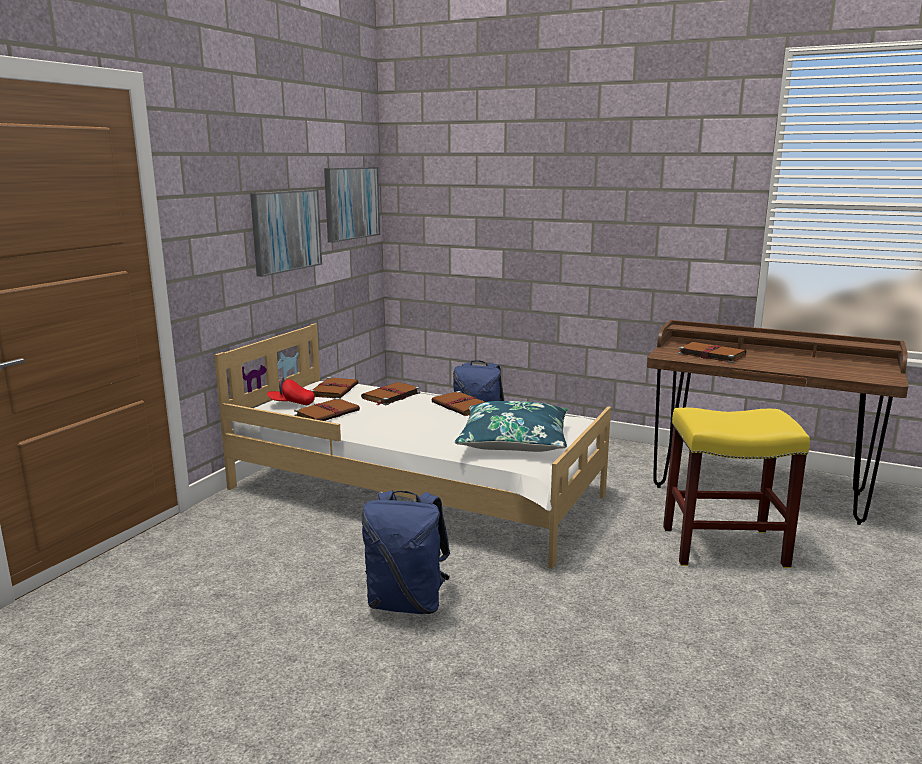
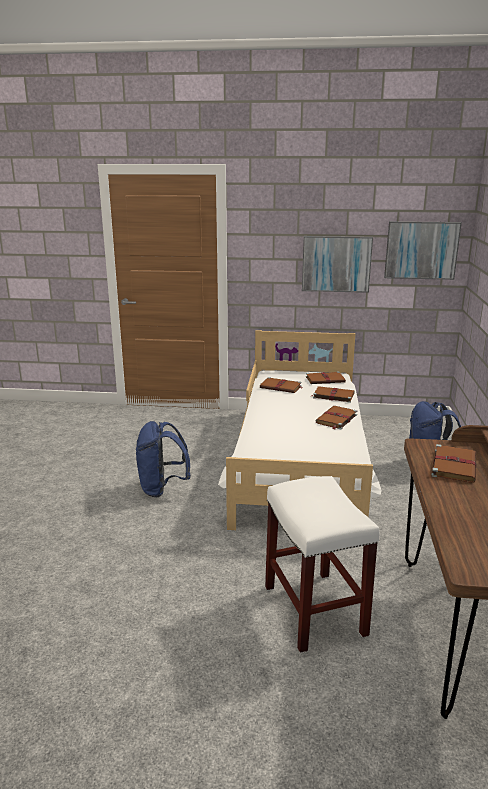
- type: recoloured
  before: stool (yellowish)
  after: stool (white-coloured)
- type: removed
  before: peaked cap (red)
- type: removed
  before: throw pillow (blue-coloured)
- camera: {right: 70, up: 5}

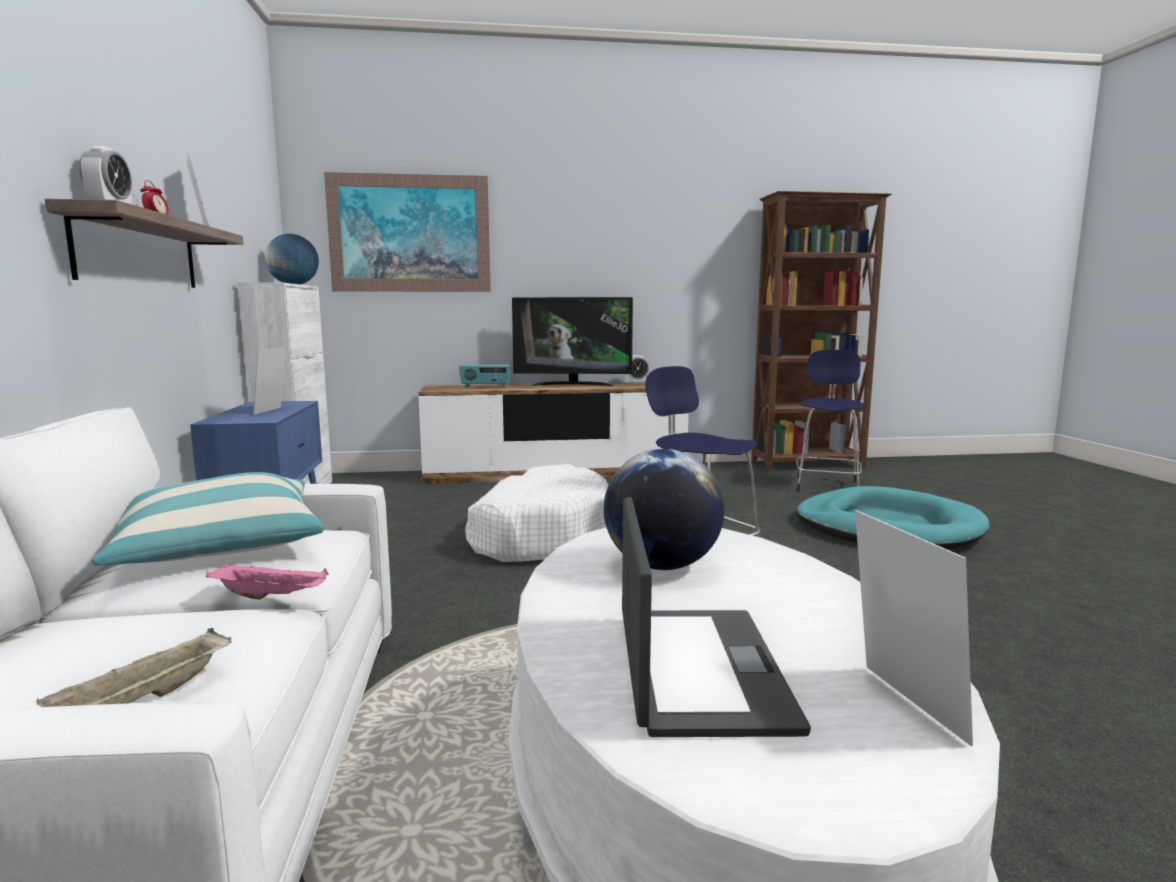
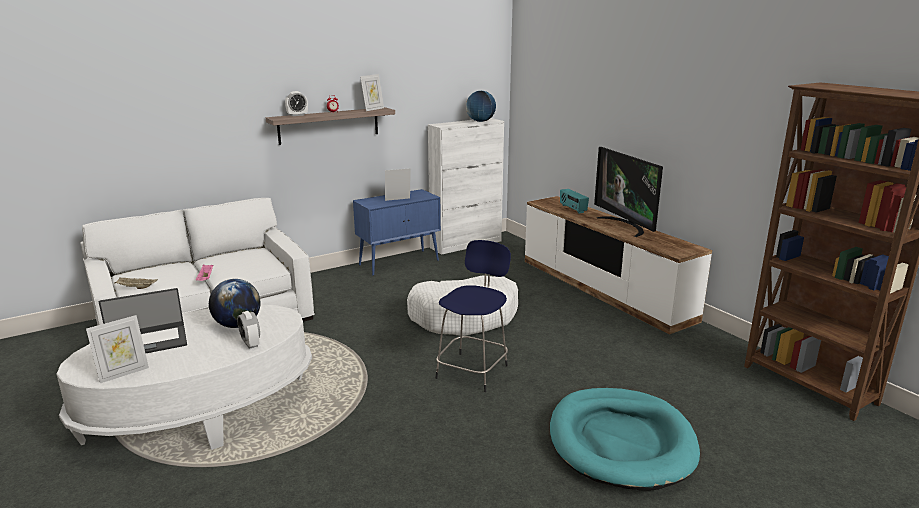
- type: moved
  before: table clock (3rd from left in the first image)
  after: table clock (1st from left)
- type: removed
  before: throw pillow
- type: removed
  before: picture
- type: removed
  before: stool (blue-coloured) (2nd from left)
- camera: {right: 65, up: 10}

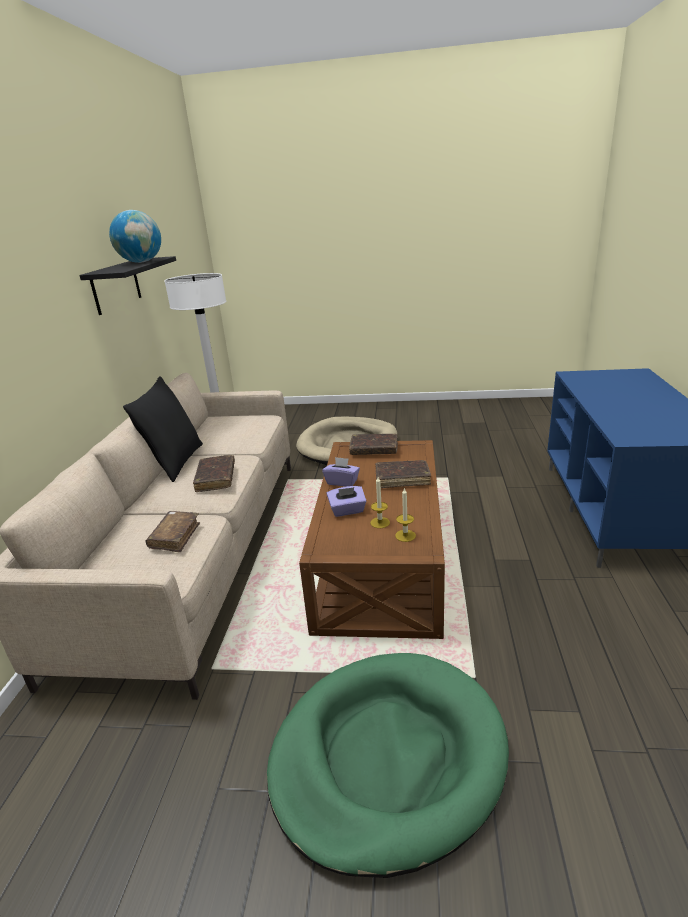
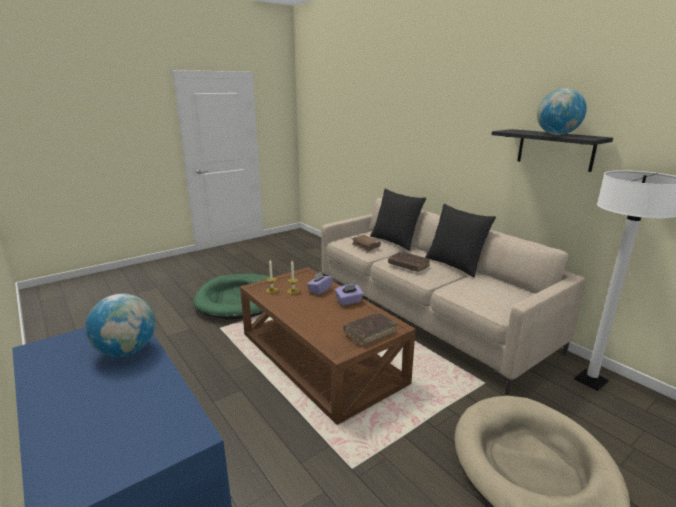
- type: added
  after: desk globe (1st from left)
- type: added
  after: throw pillow (black-coloured) (1st from left)
- type: removed
  before: book (brownish) (4th from left)
- camera: {right: 135, up: -5}

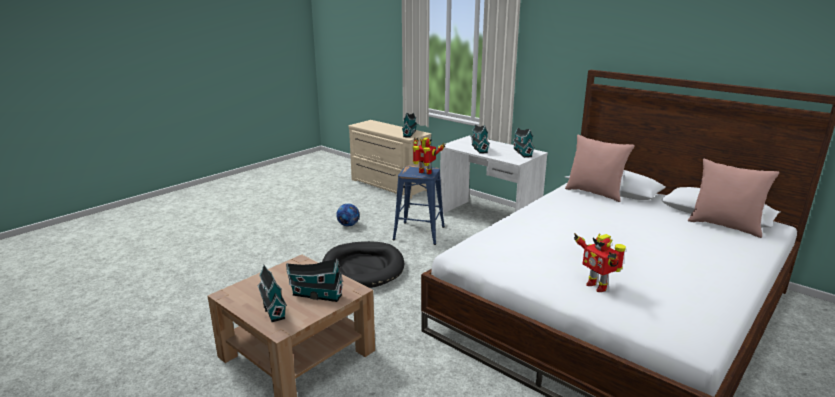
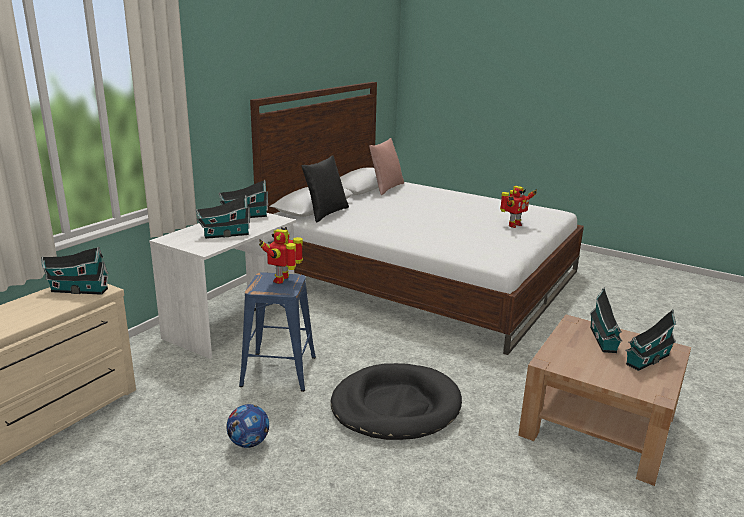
- type: recoloured
  before: throw pillow (pink-coloured) (1st from left)
  after: throw pillow (black-coloured)
- camera: {right: -100, up: 0}

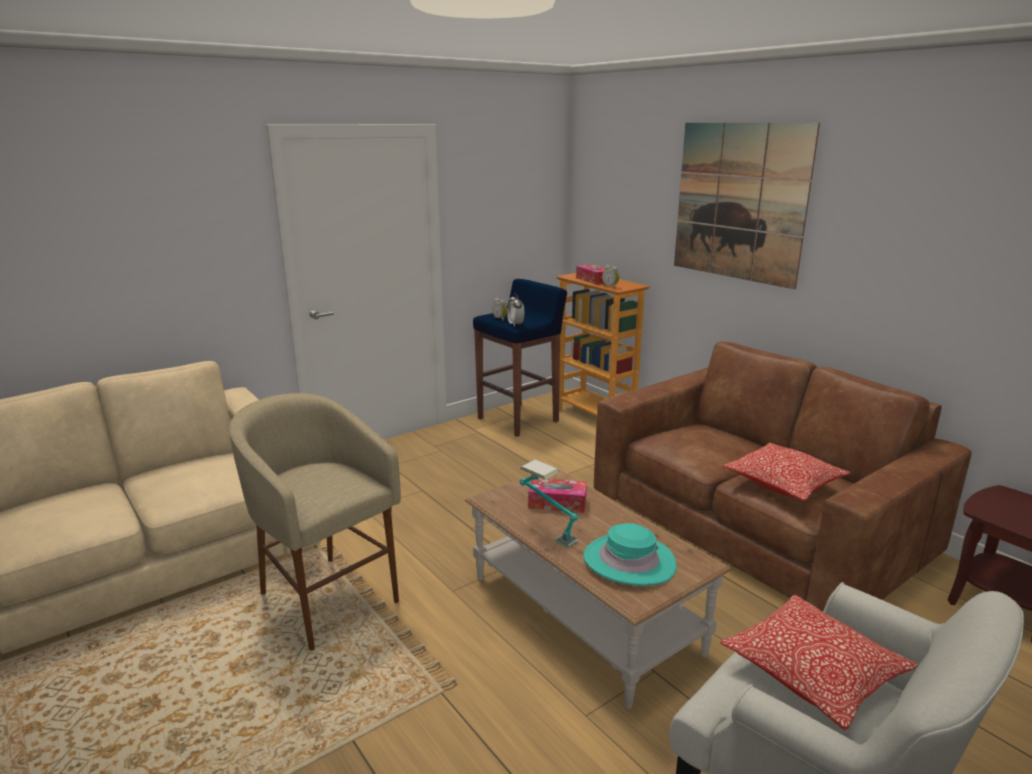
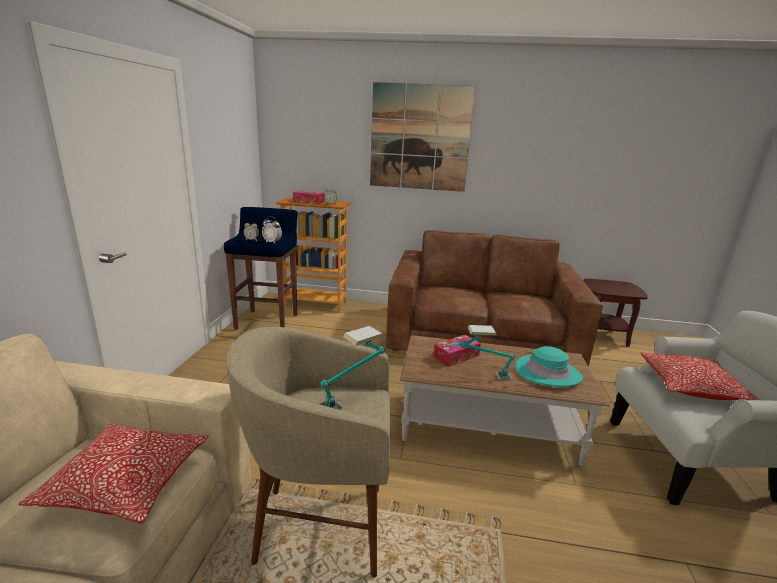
- type: moved
  before: throw pillow (1st from left)
- type: added
  after: lamp for a table (1st from left)
- camera: {right: -45, up: 0}

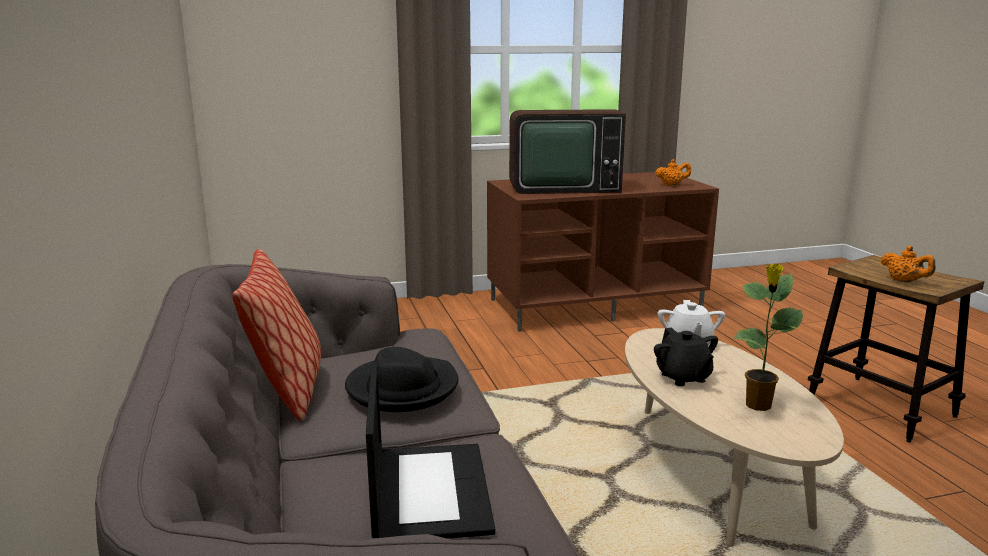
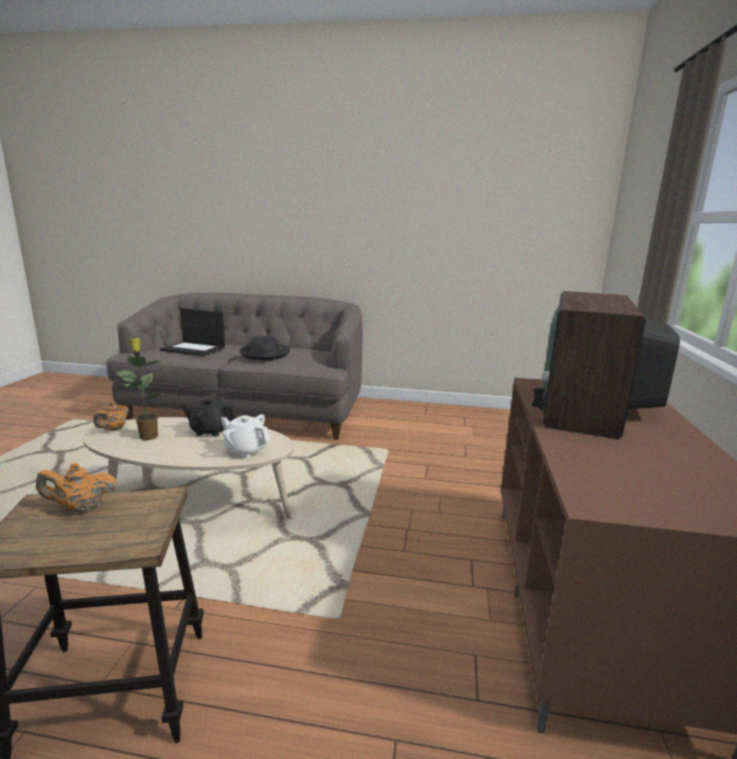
- type: moved
  before: tea pot (orangey) (1st from left in the first image)
  after: tea pot (orangey) (2nd from left)
- type: removed
  before: throw pillow
- camera: {right: 115, up: 0}

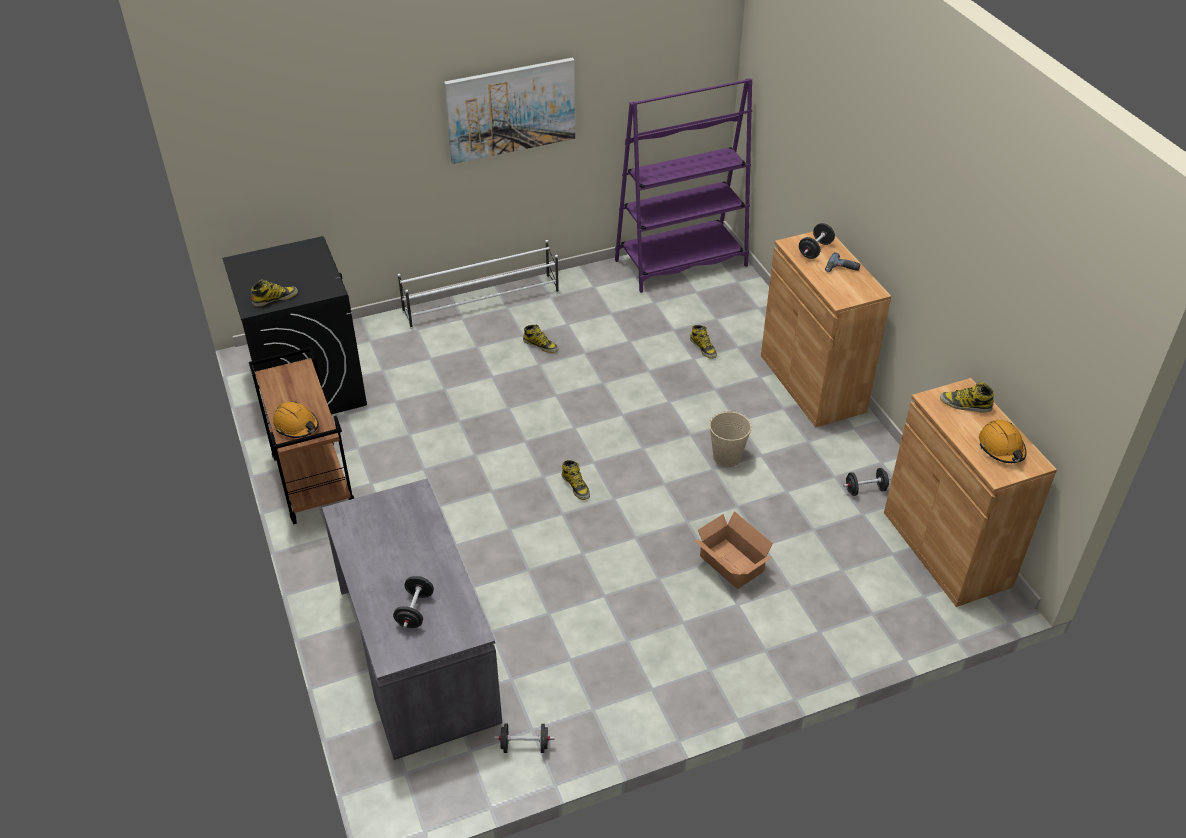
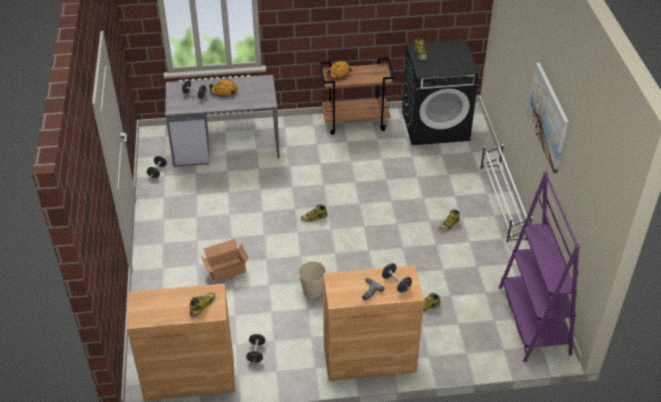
- type: moved
  before: hard hat (orangey) (2nd from left in the first image)
  after: hard hat (orangey) (1st from left)
- camera: {right: 105, up: 0}

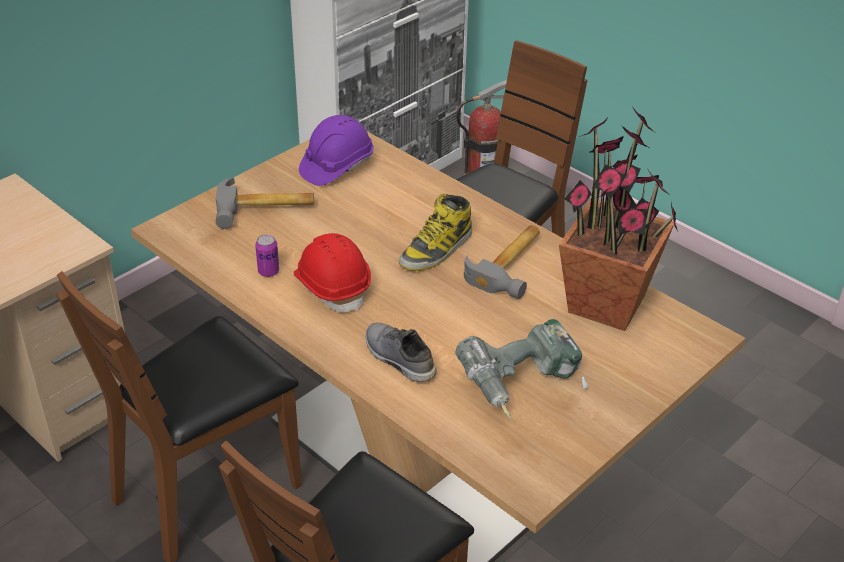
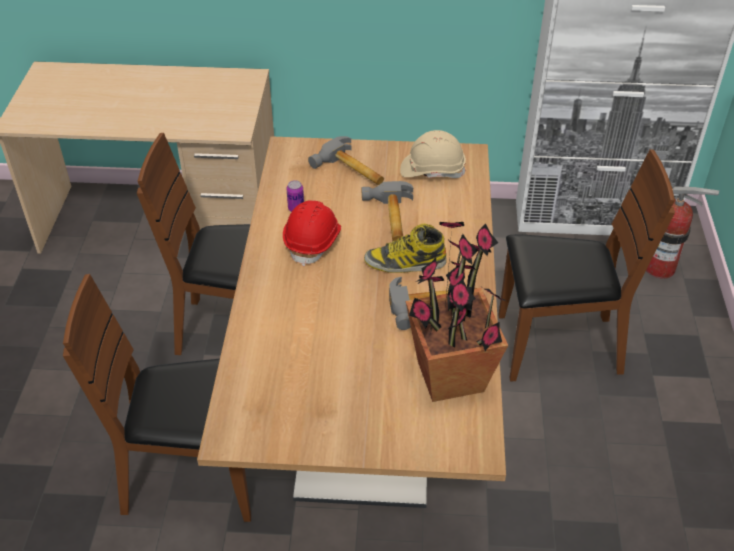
- type: added
  after: tool hammer (2nd from left)
- type: recoloured
  before: hard hat (purple-coloured)
  after: hard hat (beige-coloured)
- type: removed
  before: item of footwear (gray)
- type: removed
  before: power drill
- camera: {right: 50, up: 5}

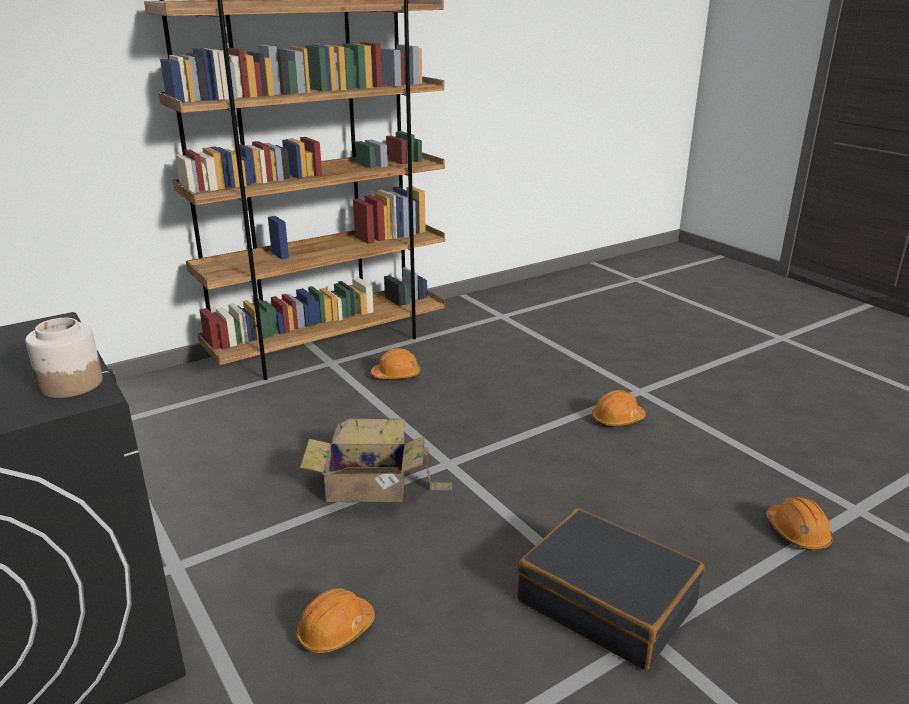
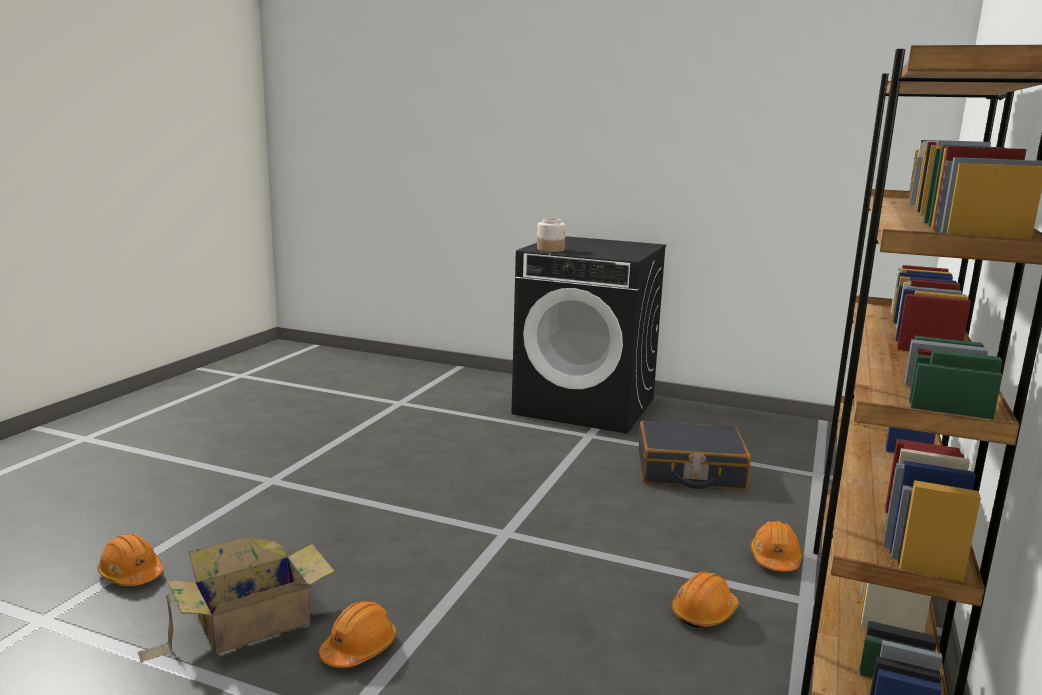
- type: moved
  before: carton
- type: moved
  before: suitcase (black-coloured)
- type: moved
  before: hard hat (orangey) (1st from left in the first image)
  after: hard hat (orangey) (4th from left)
- camera: {right: 145, up: -10}

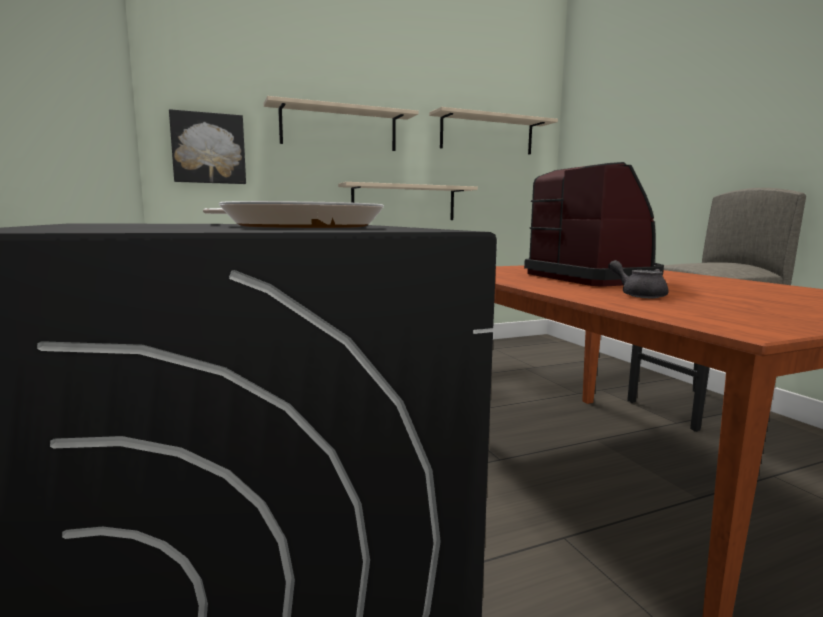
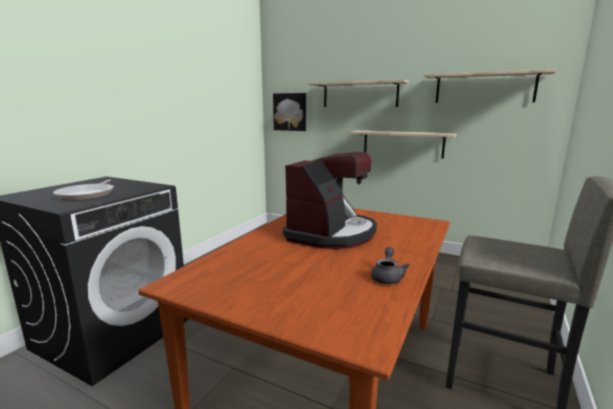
- type: moved
  before: tea pot (gray)
- camera: {right: 50, up: 5}

